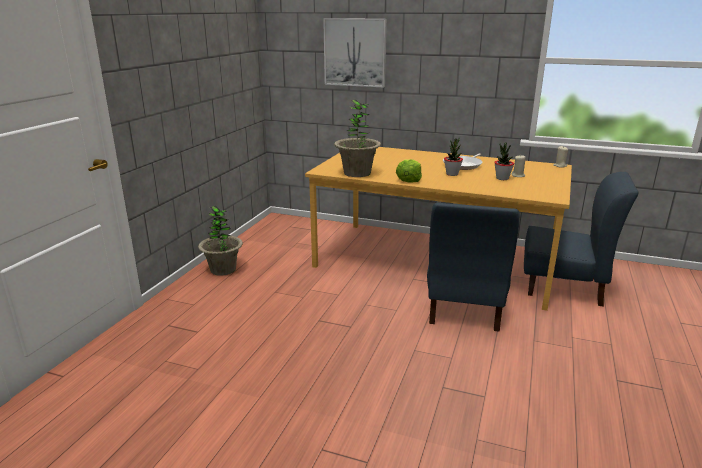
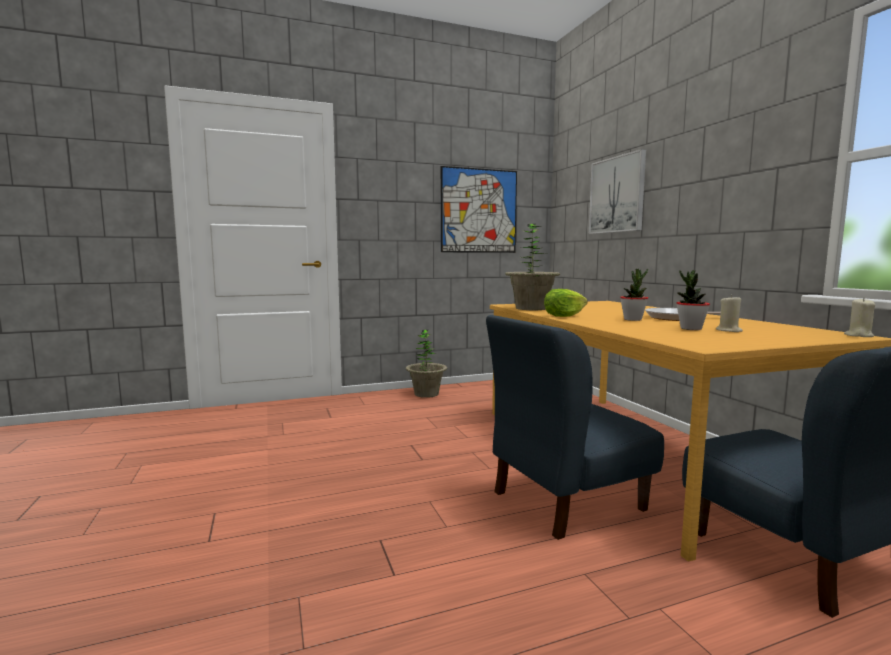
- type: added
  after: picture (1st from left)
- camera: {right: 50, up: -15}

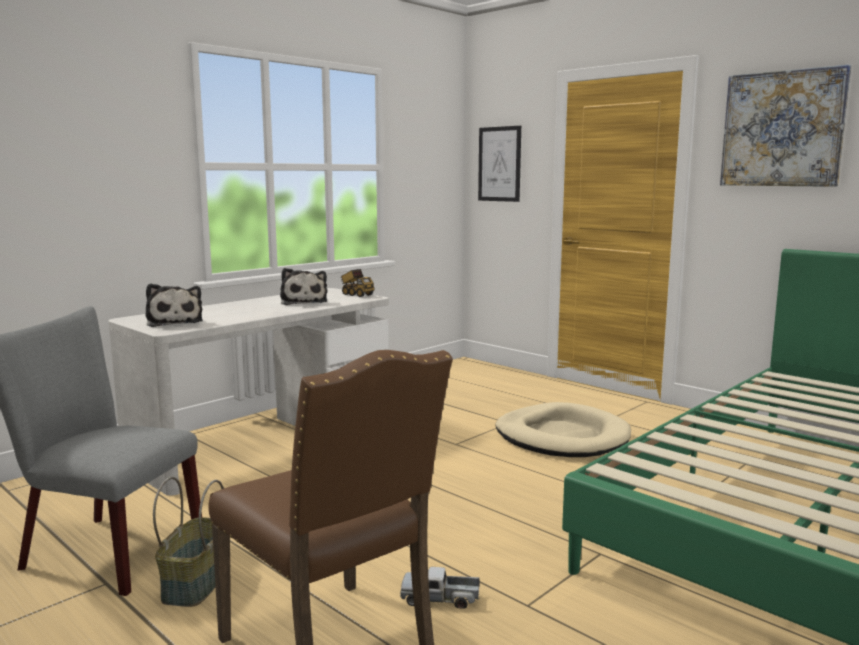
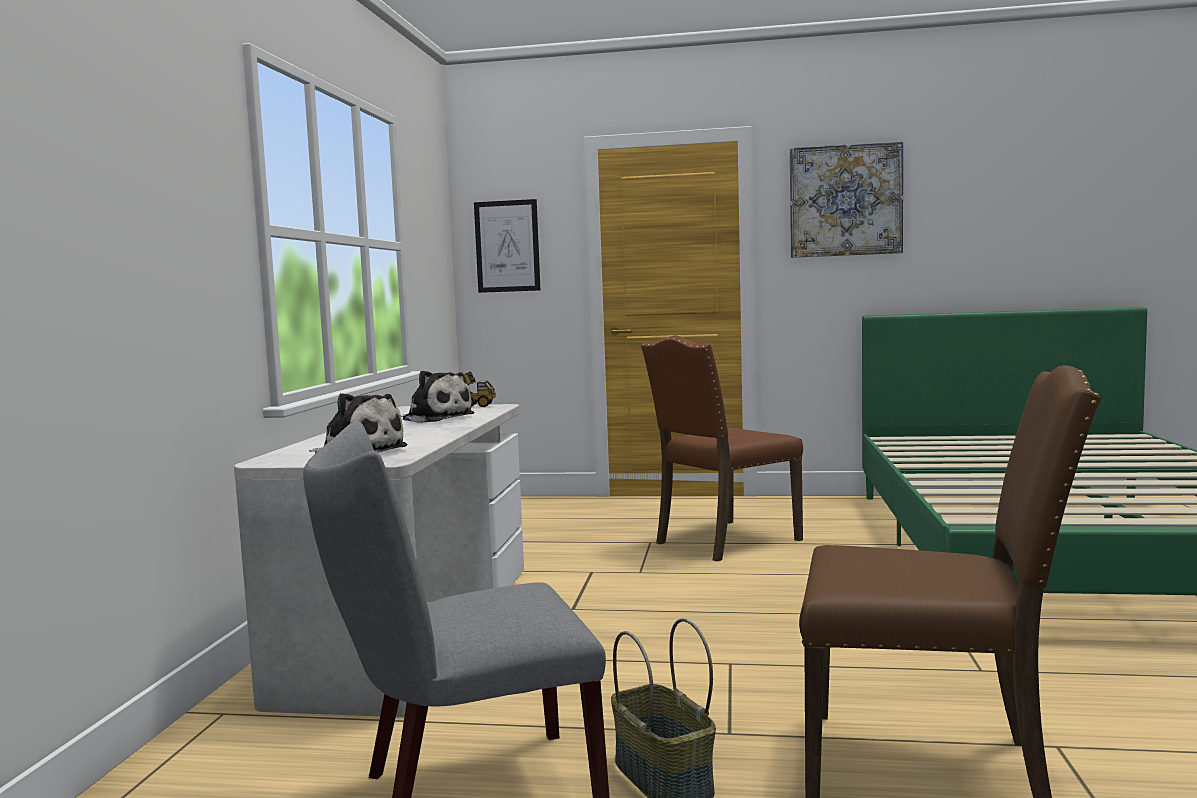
- type: replaced
  before: pet bed (beige-coloured)
  after: chair (brownish) (1st from left)
- type: removed
  before: model truck (2nd from left)
- camera: {right: -35, up: -5}

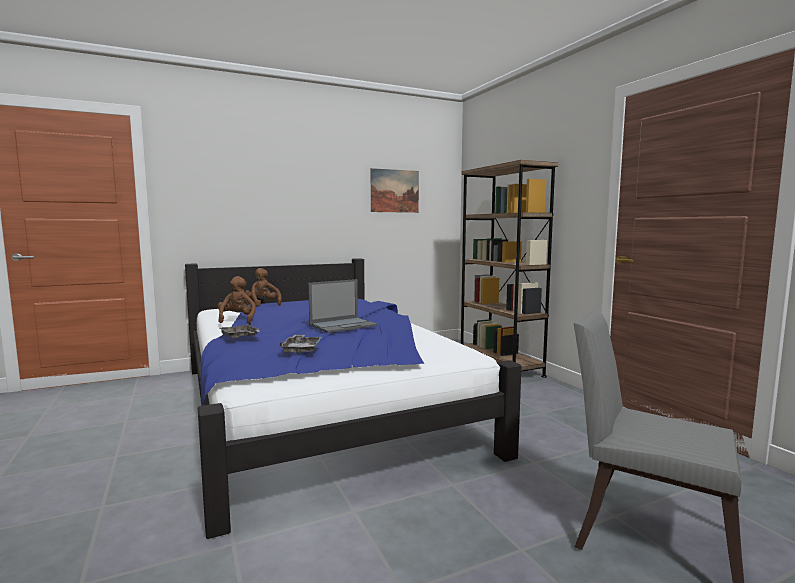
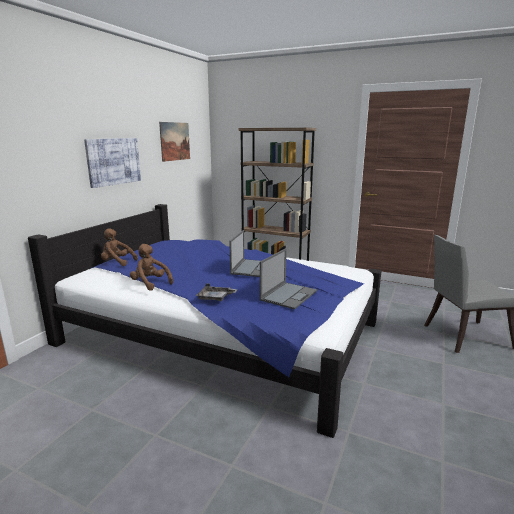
- type: added
  after: picture (1st from left)
- type: replaced
  before: carrying tray (gray) (2nd from left)
  after: laptop (2nd from left)
- camera: {right: -40, up: 10}

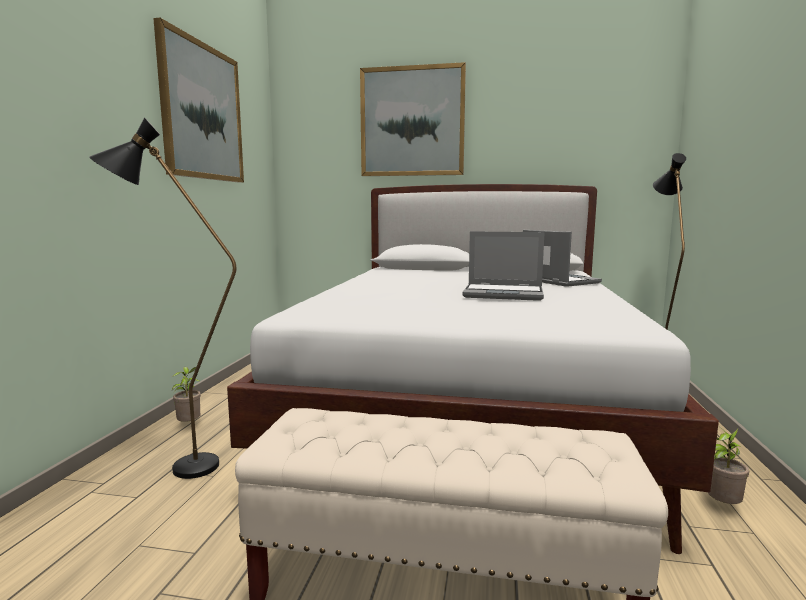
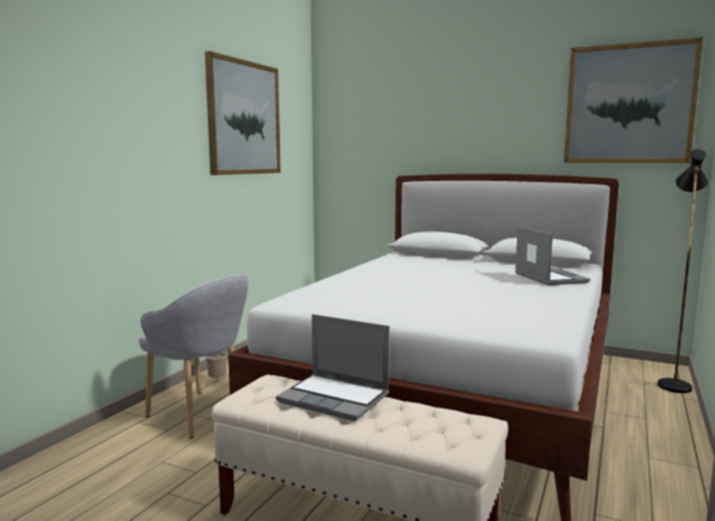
- type: replaced
  before: standing lamp (black-coloured) (1st from left)
  after: easy chair (gray)
- type: moved
  before: laptop (1st from left)
- type: moved
  before: picture (2nd from left)
- type: removed
  before: plant in a pot (2nd from left)
- camera: {right: 15, up: 0}

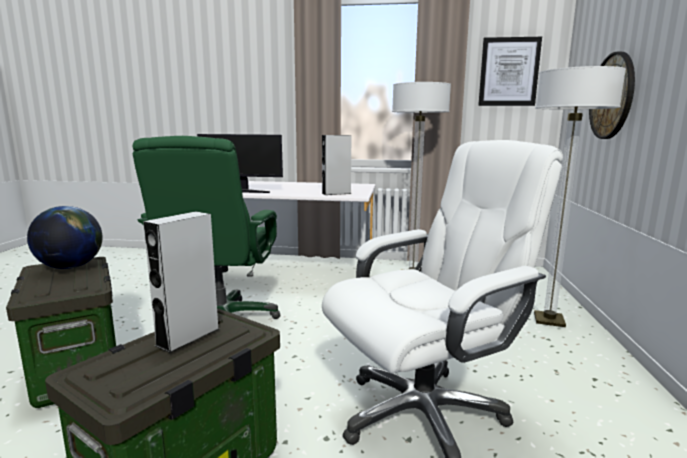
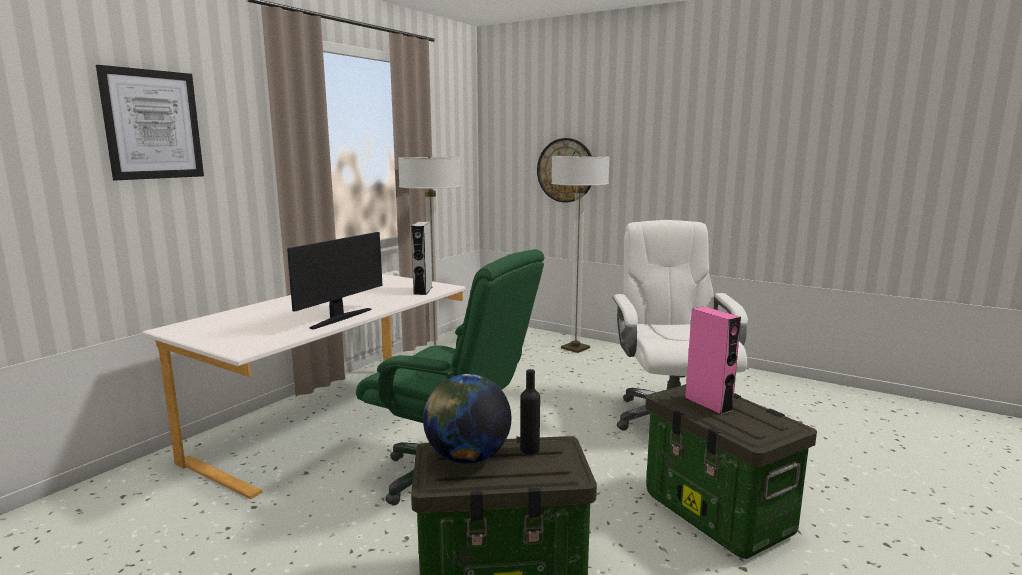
- type: moved
  before: picture
- type: added
  after: drink bottle (black-coloured)
- type: recoloured
  before: speaker (gray) (1st from left)
  after: speaker (pink-coloured)
- camera: {right: -65, up: 0}

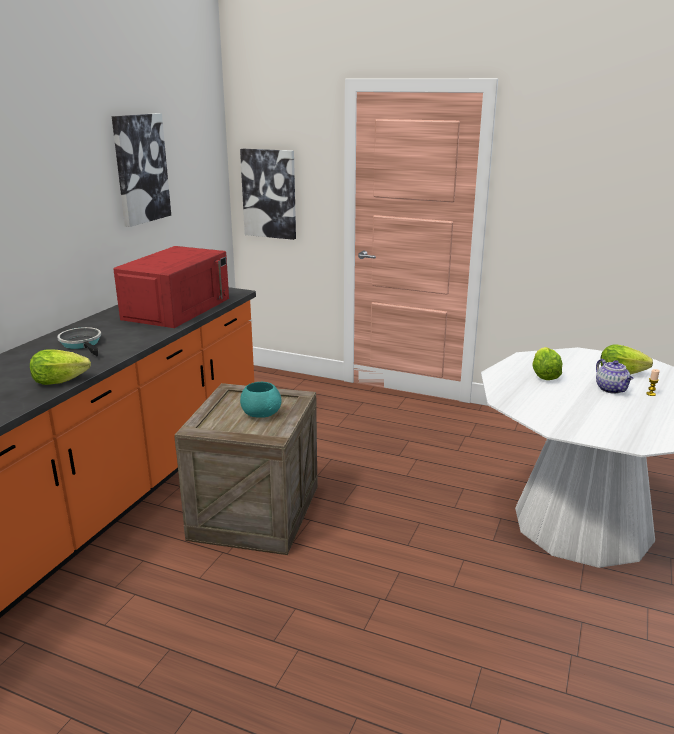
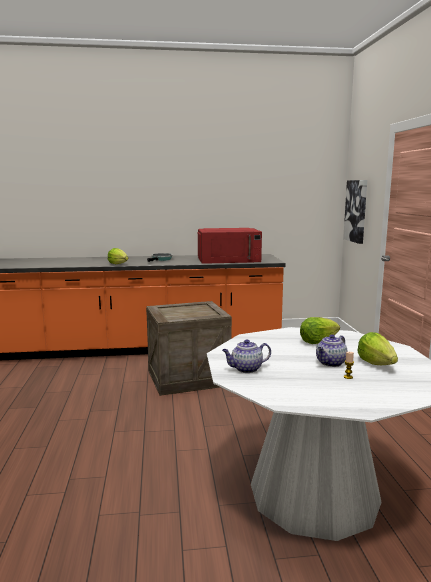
- type: added
  after: tea pot (1st from left)
- type: removed
  before: picture (1st from left)
- type: removed
  before: bowl (turquoise)
- camera: {right: 60, up: -10}

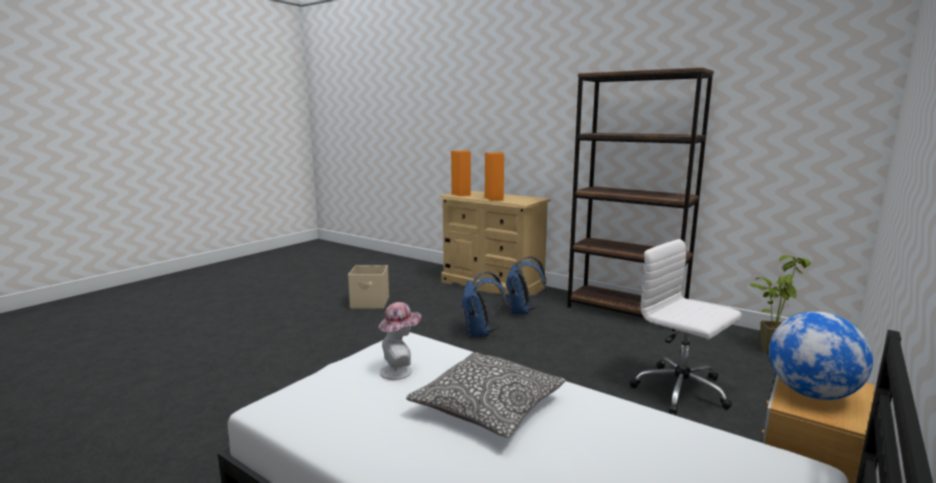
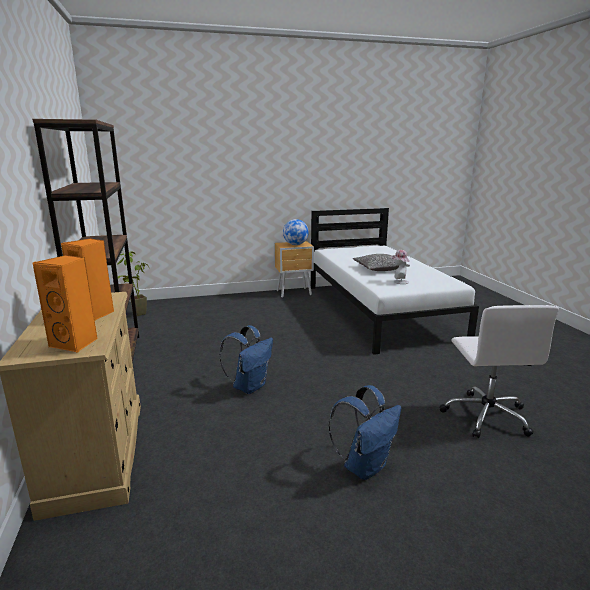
- type: moved
  before: rucksack (blue-coloured) (2nd from left)
- type: moved
  before: office chair (white-coloured)
- type: removed
  before: storage container (beige-coloured)
- camera: {right: -140, up: 5}

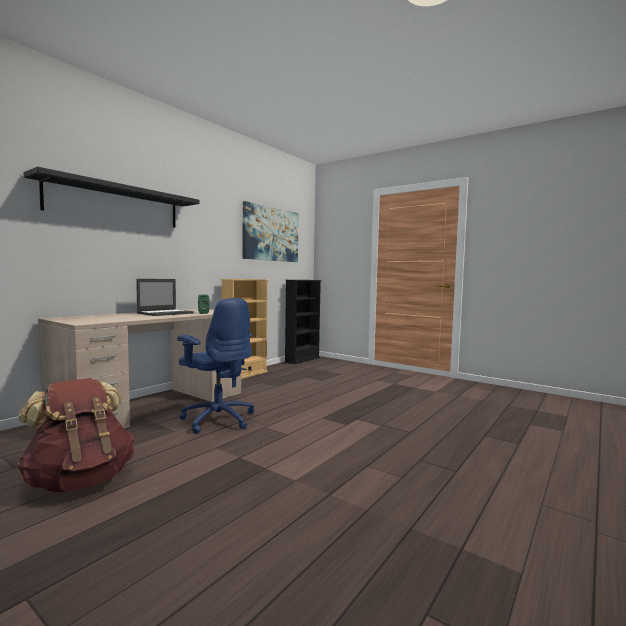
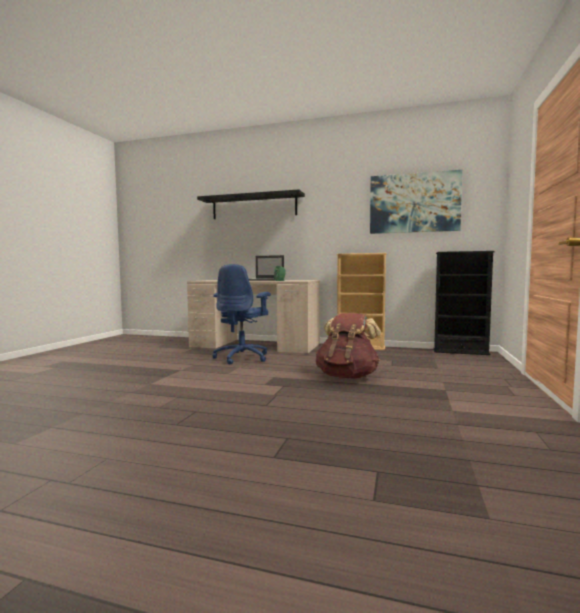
- type: moved
  before: rucksack (brownish)
- camera: {right: 70, up: 0}

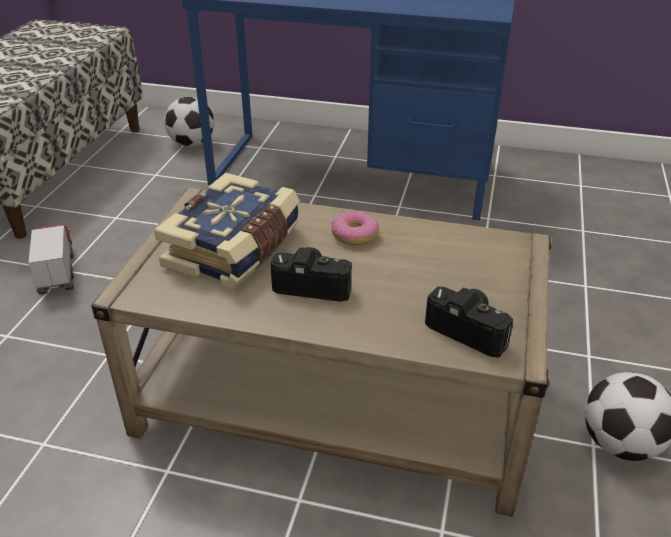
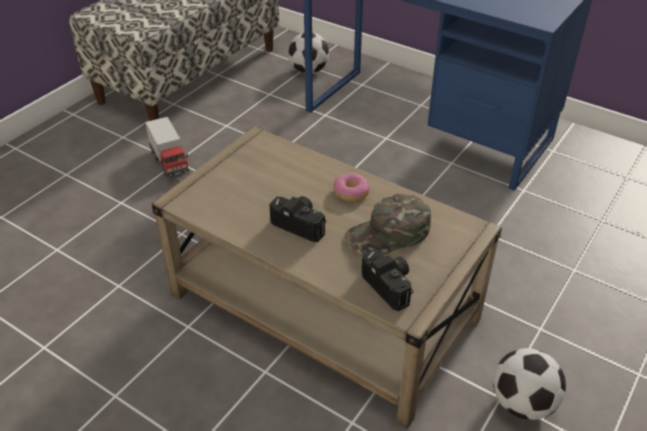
- type: turned
  before: model truck
  turn: 150
- type: added
  after: peaked cap (green)
- type: removed
  before: book
- camera: {right: 20, up: 5}

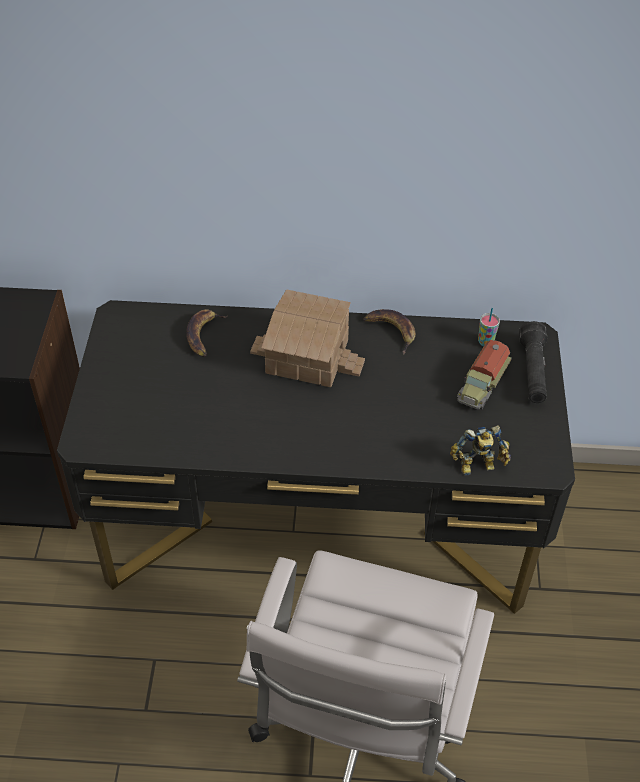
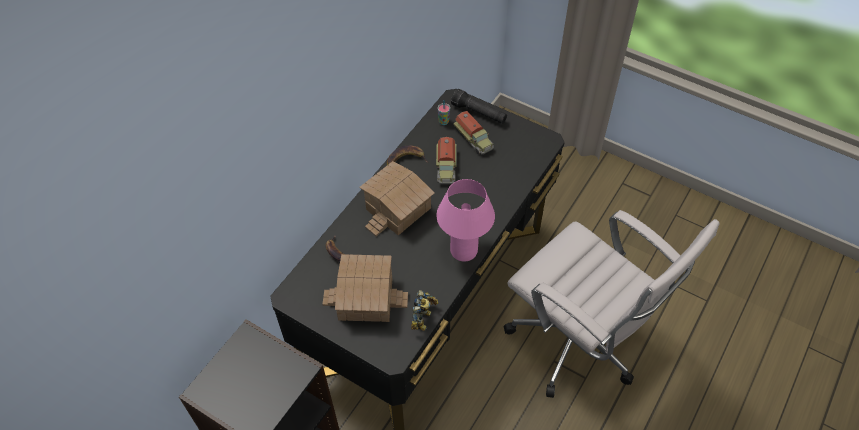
- type: added
  after: toy house (1st from left)
- type: moved
  before: model robot
- type: added
  after: model truck (1st from left)
- type: added
  after: lamp for a table (pink-coloured)
- camera: {right: -60, up: 5}

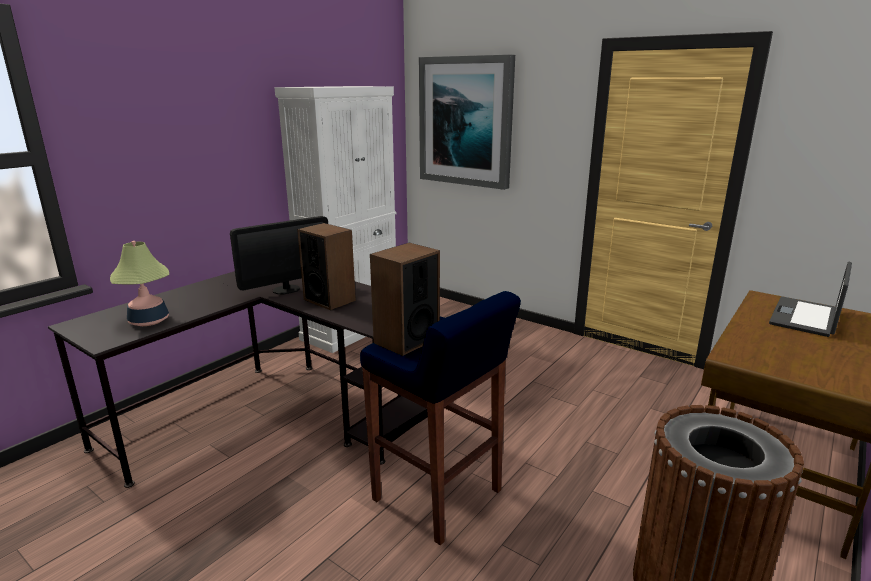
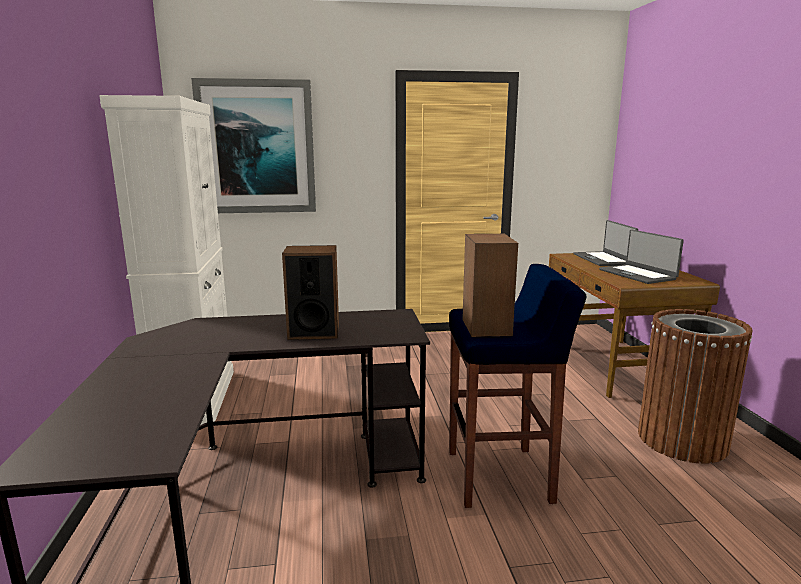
- type: added
  after: laptop (2nd from left)
- type: removed
  before: lamp for a table
- type: removed
  before: computer screen
- camera: {right: -45, up: -5}

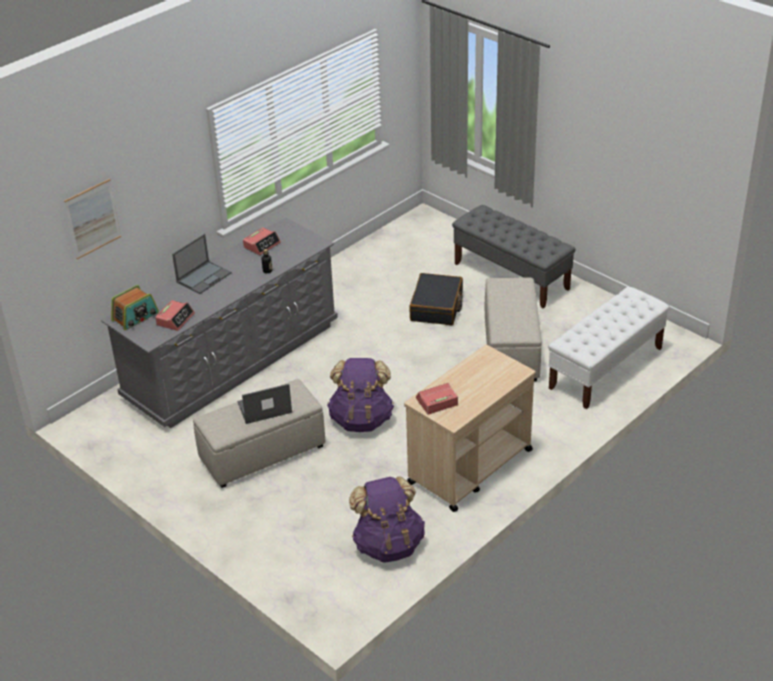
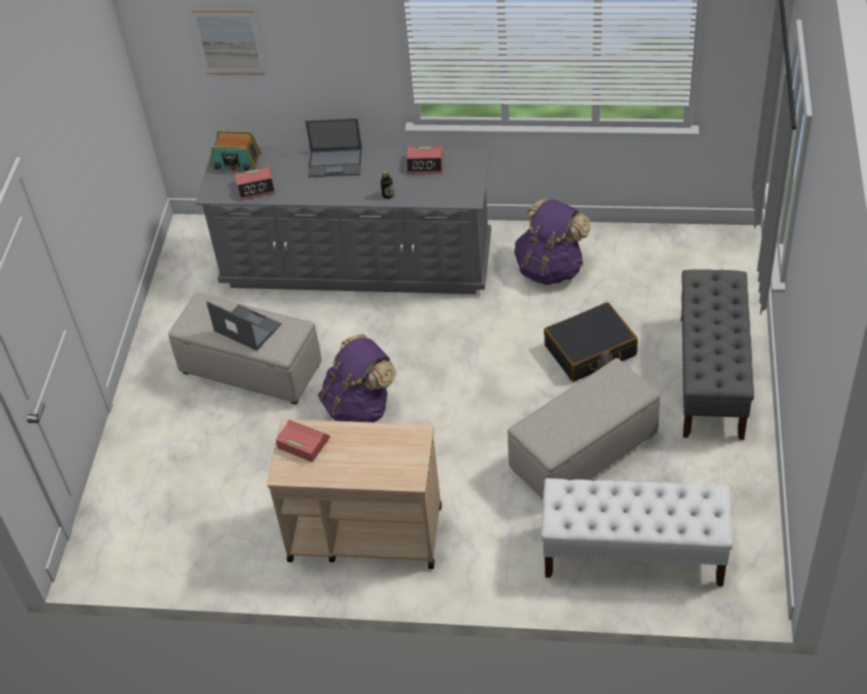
- type: moved
  before: rucksack (purple-coloured) (2nd from left)
- camera: {right: 55, up: 10}

